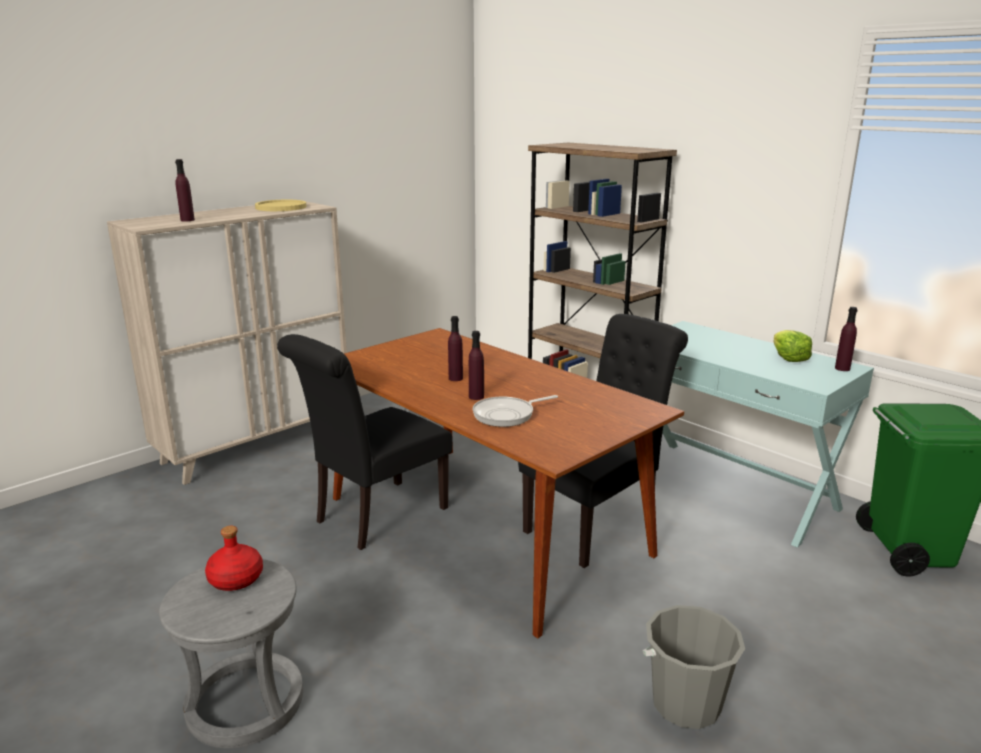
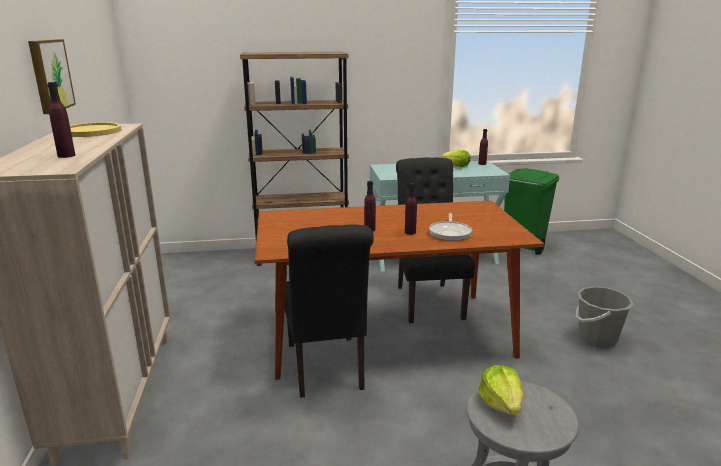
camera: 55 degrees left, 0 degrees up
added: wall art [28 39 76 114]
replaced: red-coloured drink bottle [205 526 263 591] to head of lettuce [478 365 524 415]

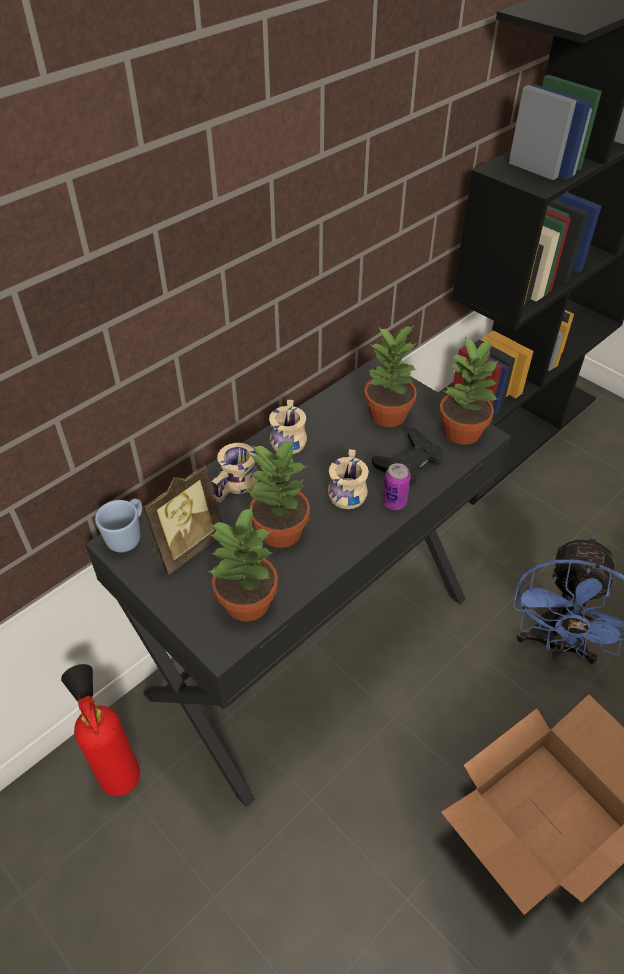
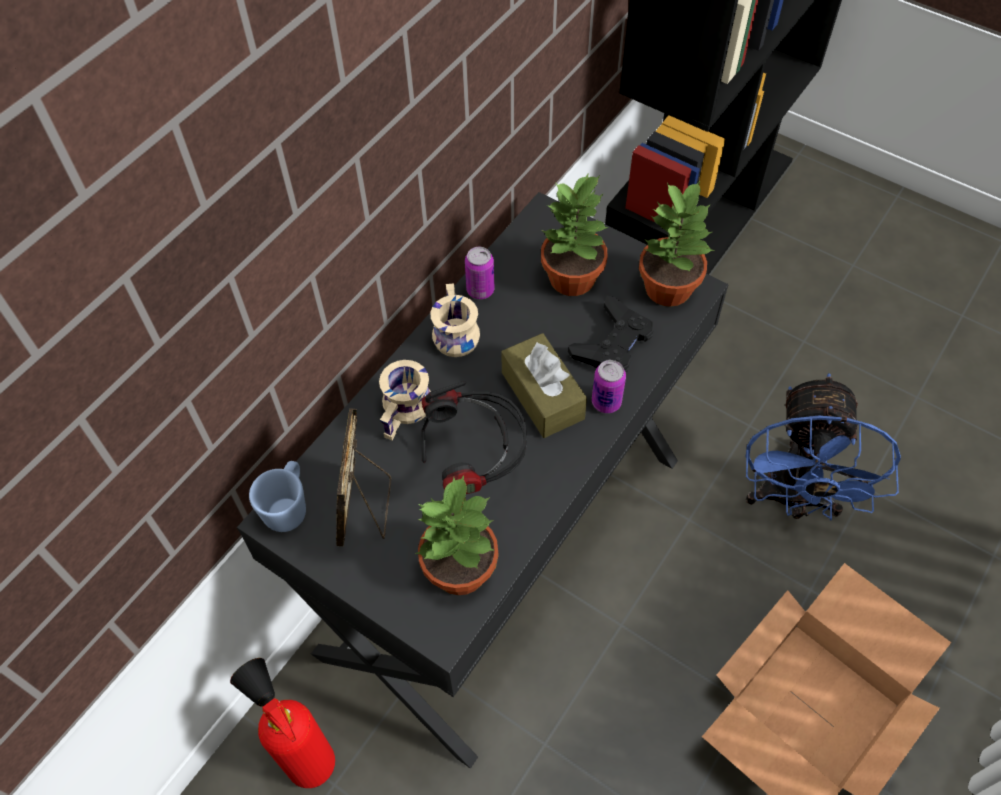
camera: 10 degrees left, 10 degrees up
added: metal can [465 247 495 299]
replaced: potted plant [247 438 310 548] to pair of headphones [422 381 527 494]; beige-coloured tea mug [328 449 369 509] to brown box of tissues [501 333 587 438]
turned: standing frame [142 464 222 575] = [336 409 391 546] 150 degrees clockwise

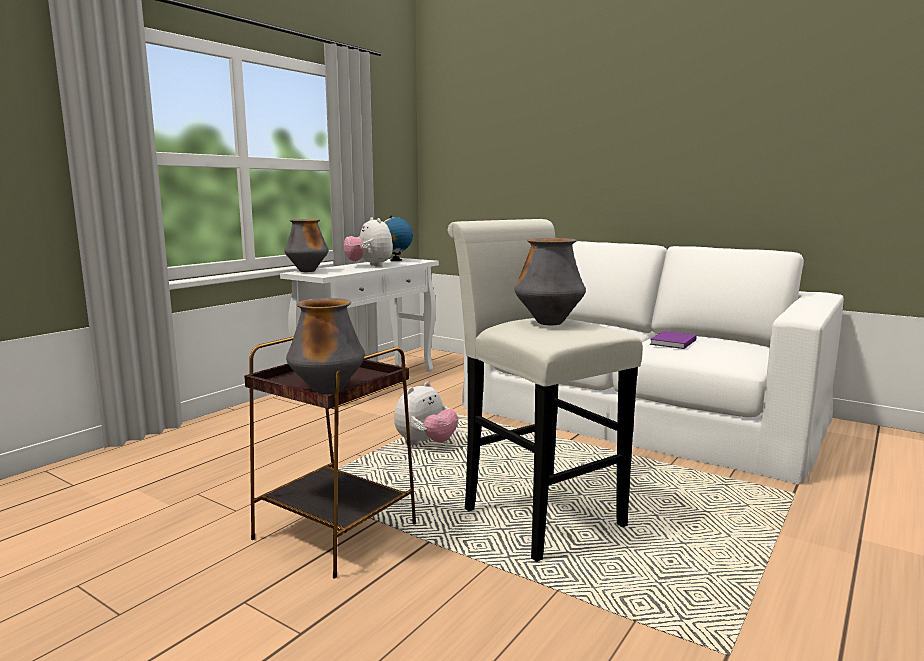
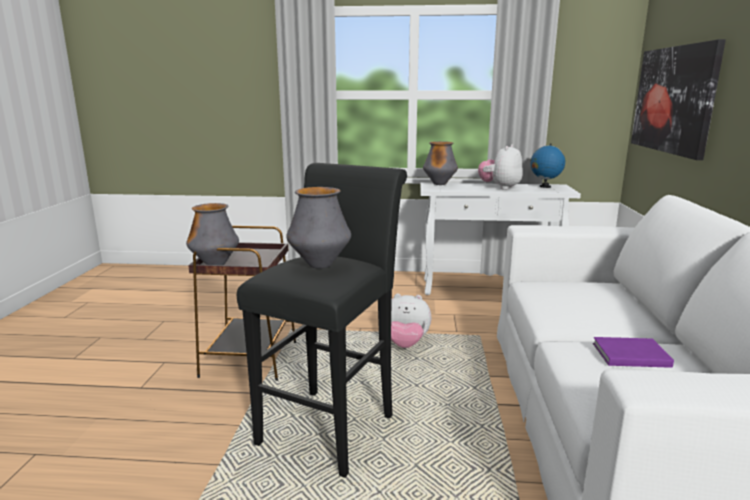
camera: 60 degrees right, 5 degrees up
added: wall art [631 39 726 160]
recoloured: whitish stool seat [448 219 643 562] to black stool seat [237 163 407 478]

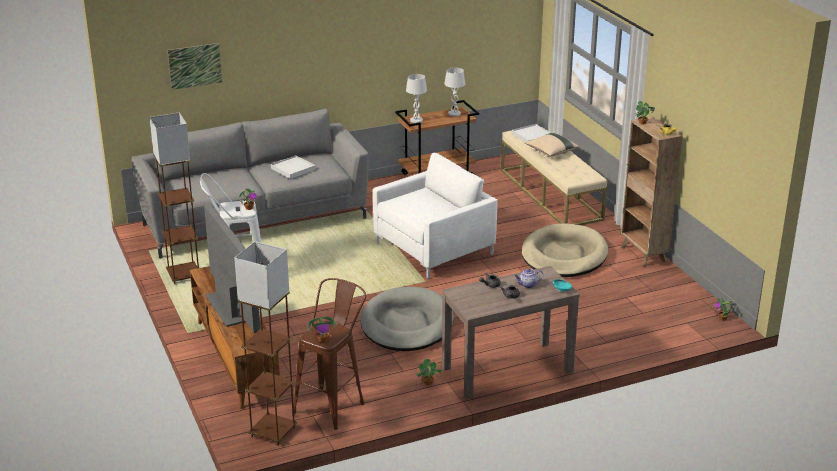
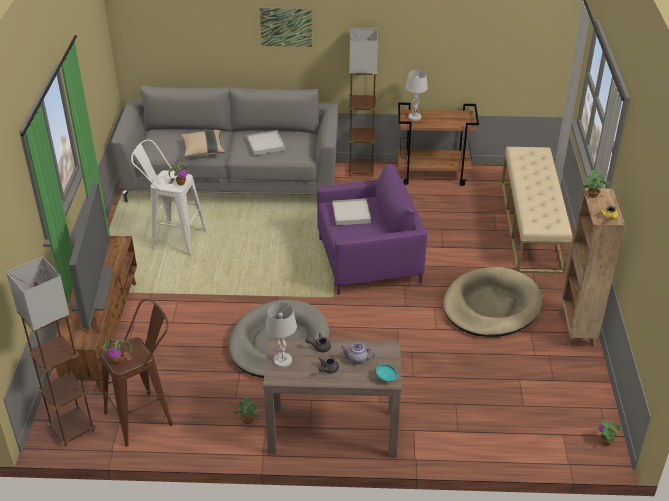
camera: 25 degrees right, 10 degrees up
moved: beige-coloured throw pillow [525 133 579 156] to [181 130 225 157]; wall art [167 43 222 90] to [260 8 312 47]; whitish lamp for a table [444 67 465 116] to [266 302 297 368]; whitish carrying tray [512 124 551 142] to [333 199 371 225]; brown standard lamp [149 112 199 284] to [348 28 378 177]
recoloured: whitish armchair [373 153 498 279] to purple armchair [317 164 427 295]

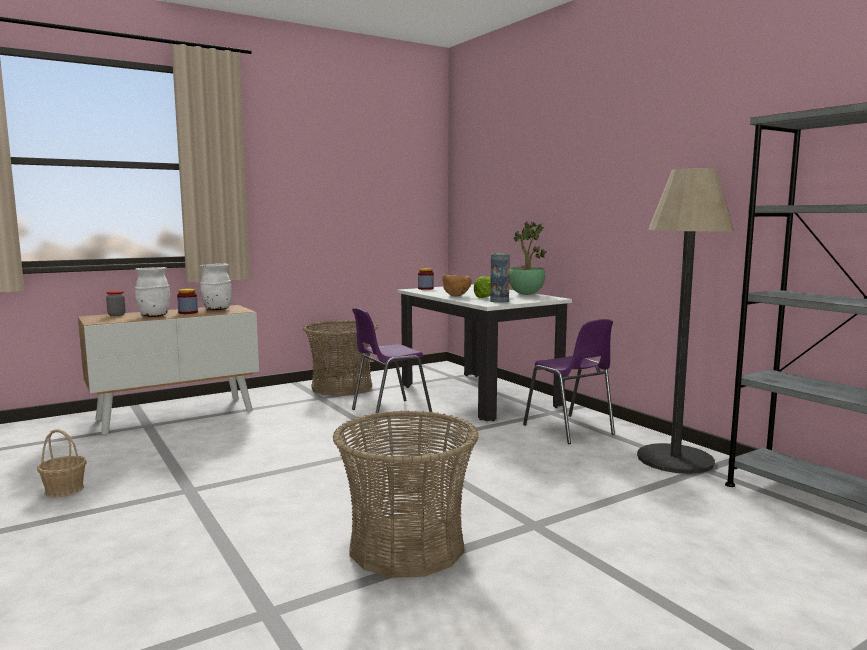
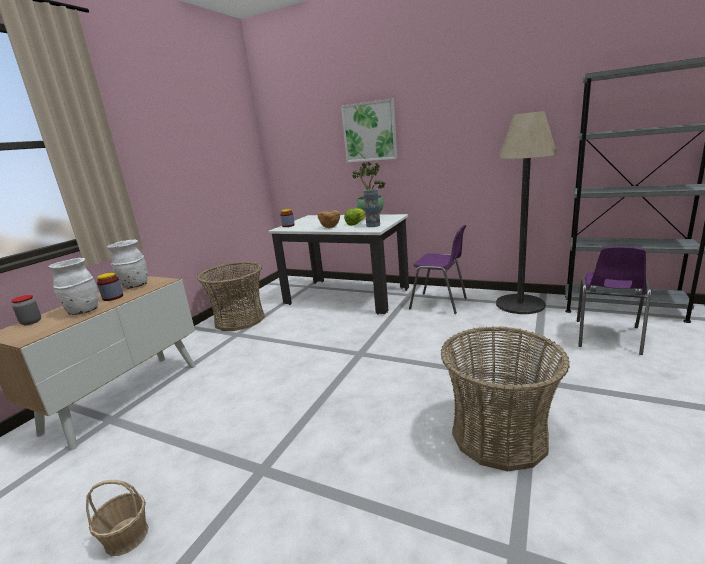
camera: 30 degrees left, 10 degrees up
added: wall art [341 98 397 162]
moved: purple upright chair [352 308 432 423] to [577 246 651 355]

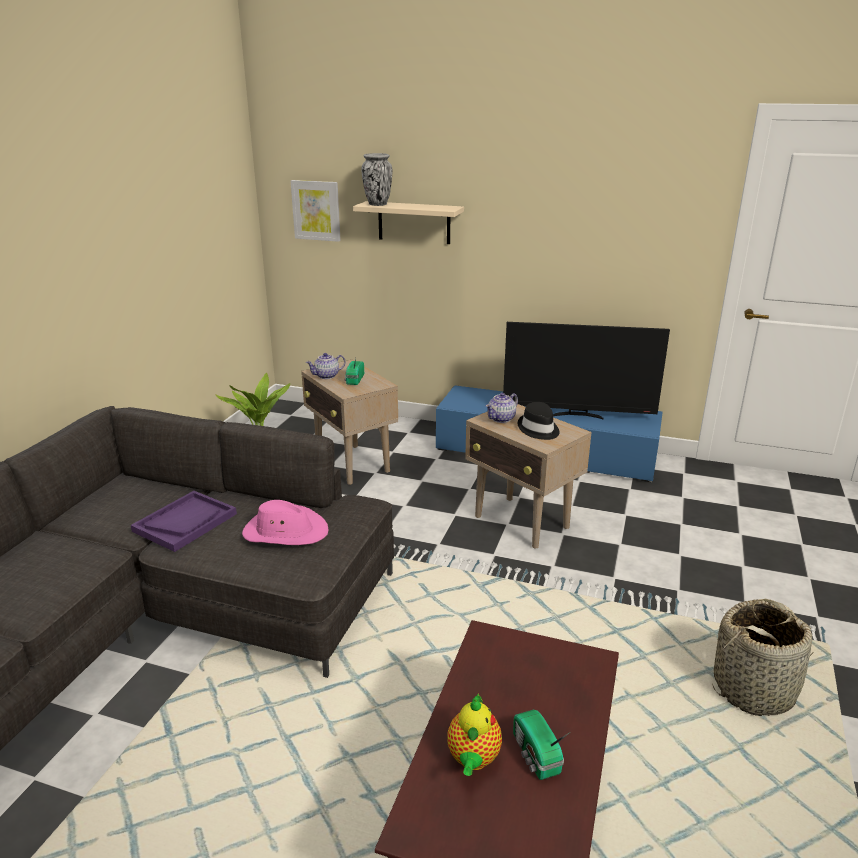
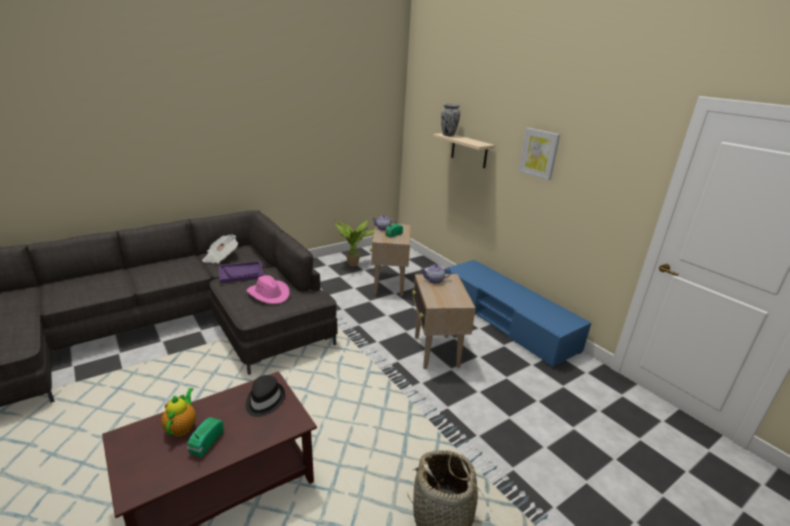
camera: 35 degrees right, 0 degrees up
removed: TV set [503 322 670 419]
added: printed paper [202 234 238 263]
moved: black clothing hat [518 402 560 440] to [246 375 285 417]; wall art [291 180 341 242] to [519 128 560 180]
turned: pot for tea [447 693 502 776] = [162 388 196 437] 135 degrees clockwise

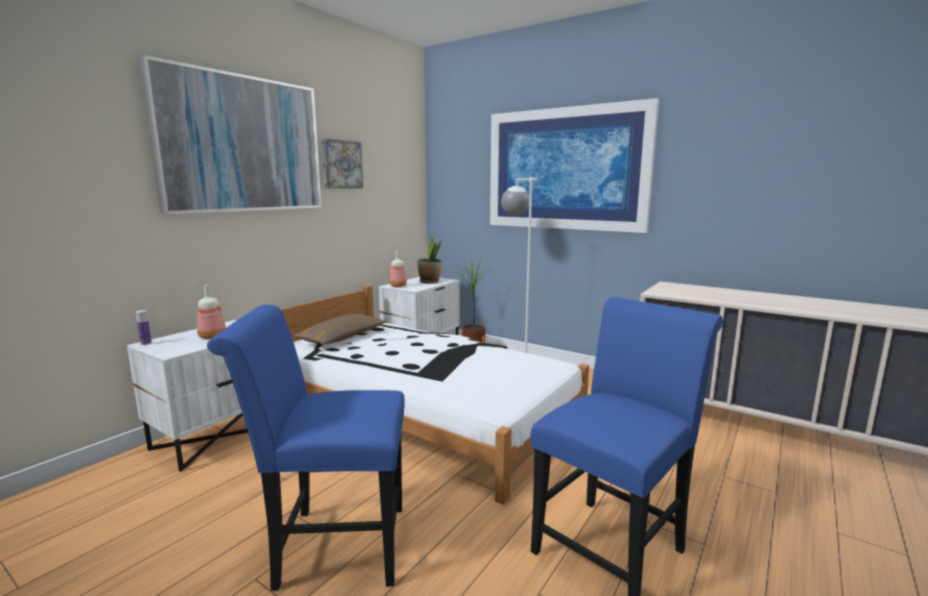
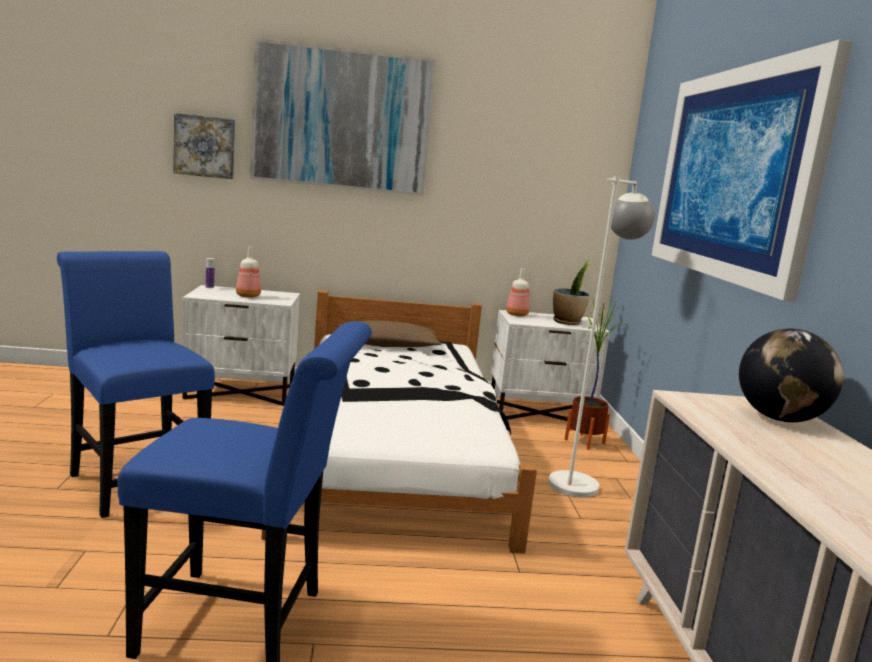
camera: 50 degrees right, 0 degrees up
added: world globe [739 329 843 422]
moved: wall art [322 139 363 189] to [173 113 235 179]

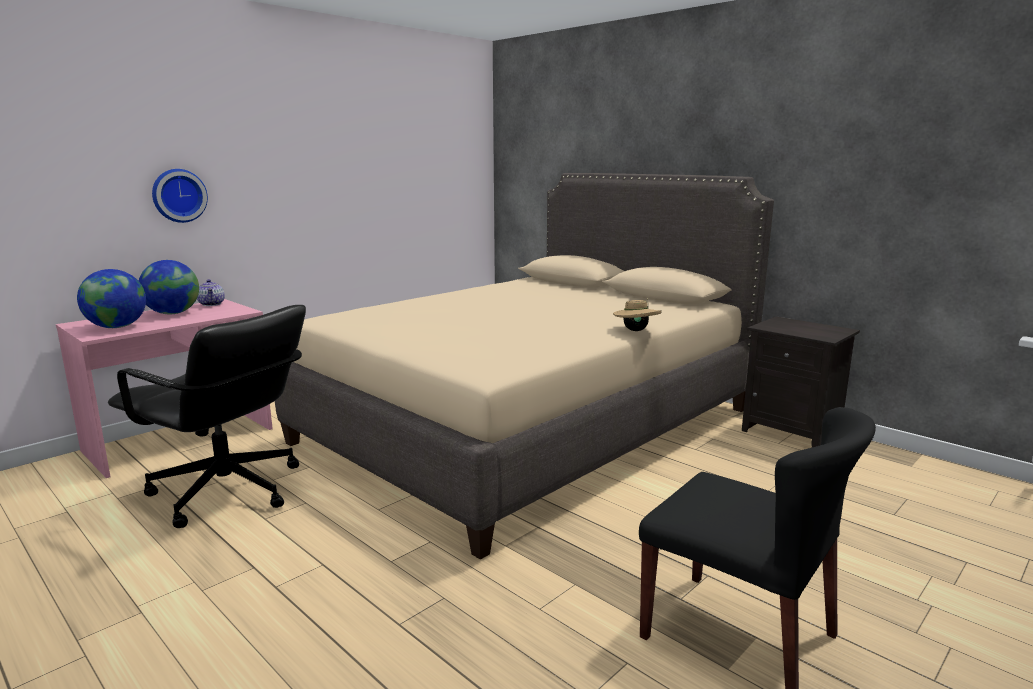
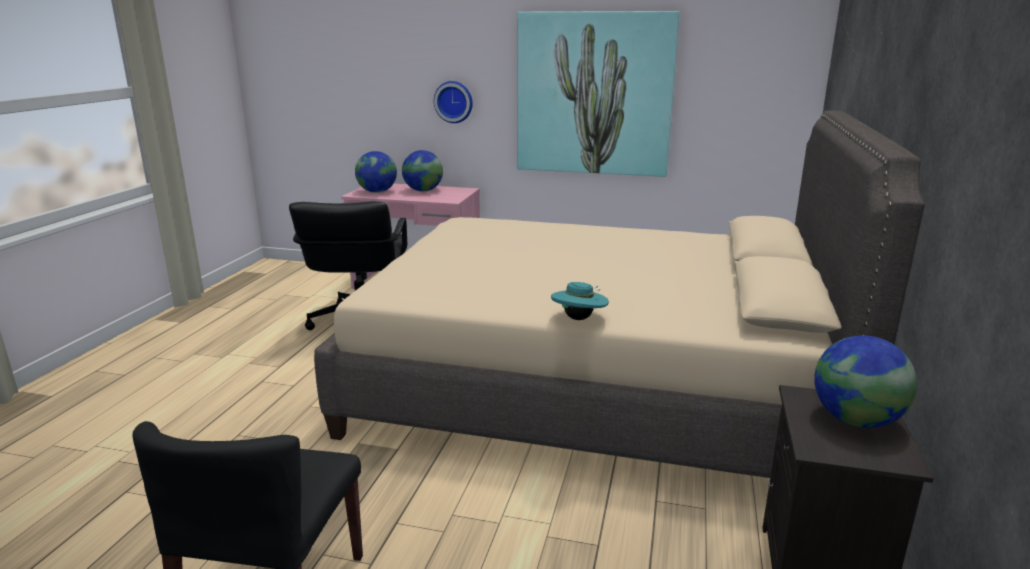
camera: 60 degrees right, 5 degrees up
removed: pot for tea [197 279 225 306]
added: wall art [517 11 680 177]; world globe [814 335 917 428]
recoloured: beige-coloured clothing hat [613 298 662 331] to turquoise-coloured clothing hat [551 282 609 320]

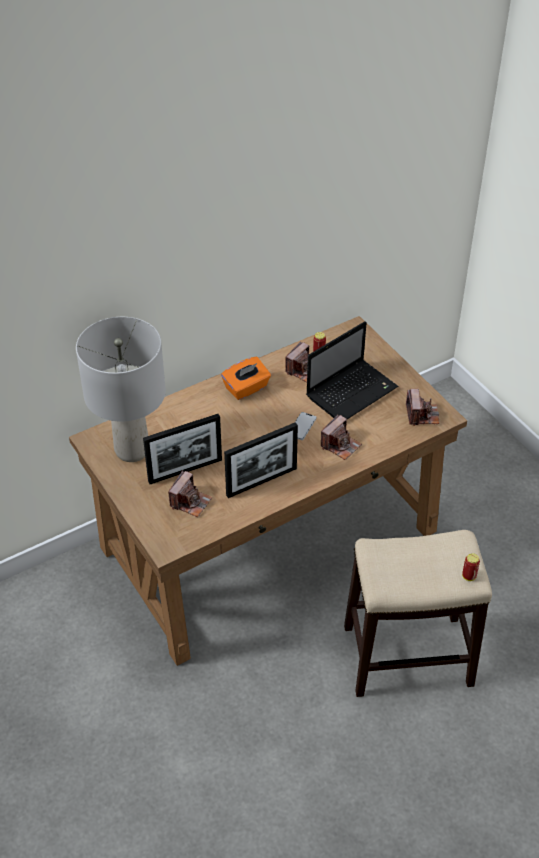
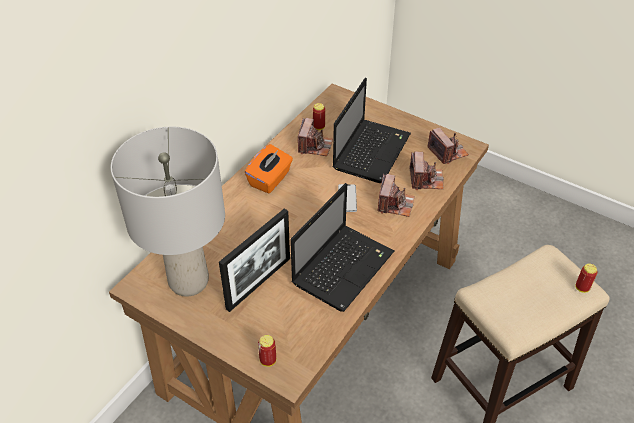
camera: 25 degrees left, 0 degrees up
added: metal can [258 335 276 367]
moved: still camera [168 470 212 517] to [410 151 444 190]
replaced: standing frame [224 422 298 498] to laptop [290 183 394 312]

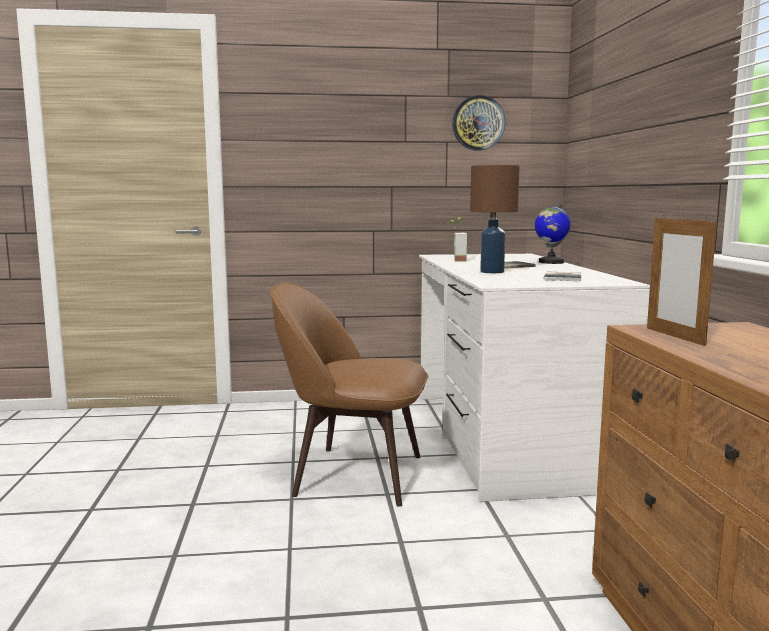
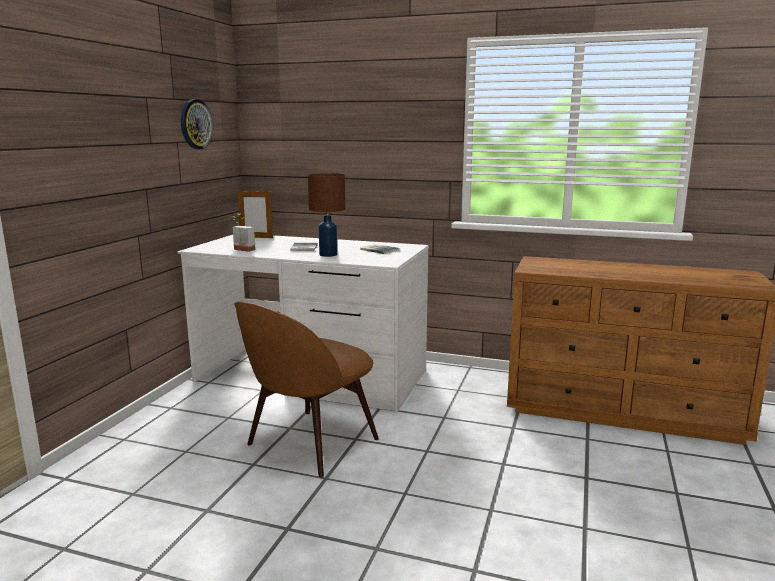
camera: 65 degrees left, 5 degrees up
removed: world globe [535 202 570 264]
moved: standing frame [647 215 717 346] to [237 189 273 238]

